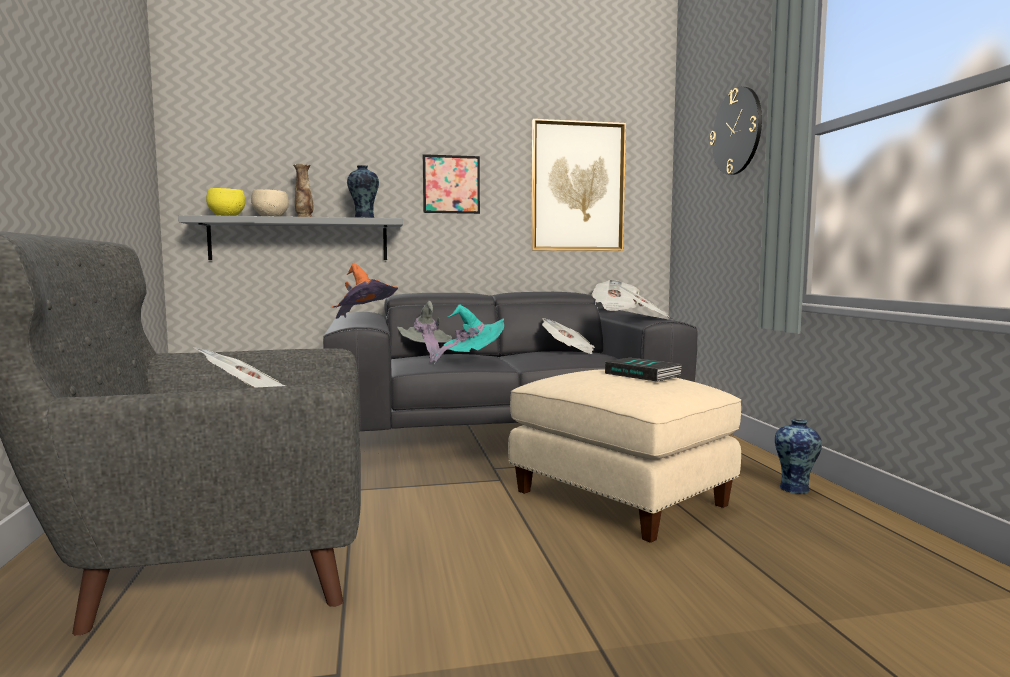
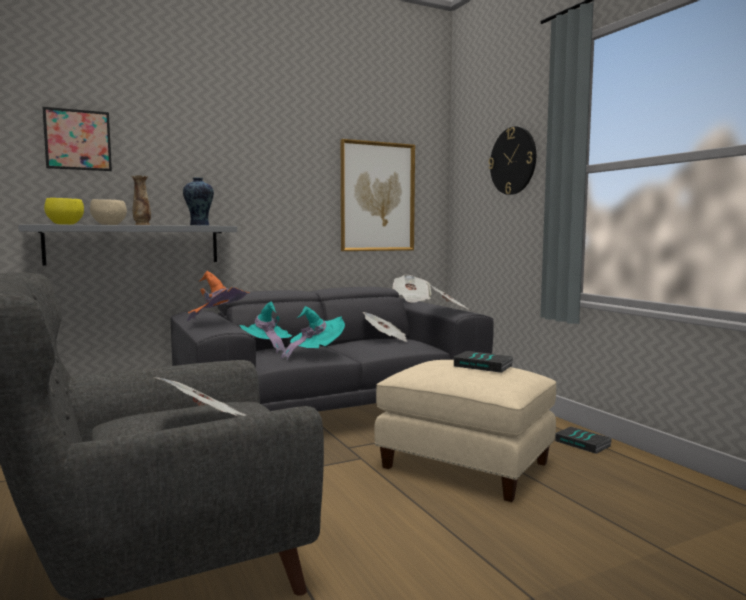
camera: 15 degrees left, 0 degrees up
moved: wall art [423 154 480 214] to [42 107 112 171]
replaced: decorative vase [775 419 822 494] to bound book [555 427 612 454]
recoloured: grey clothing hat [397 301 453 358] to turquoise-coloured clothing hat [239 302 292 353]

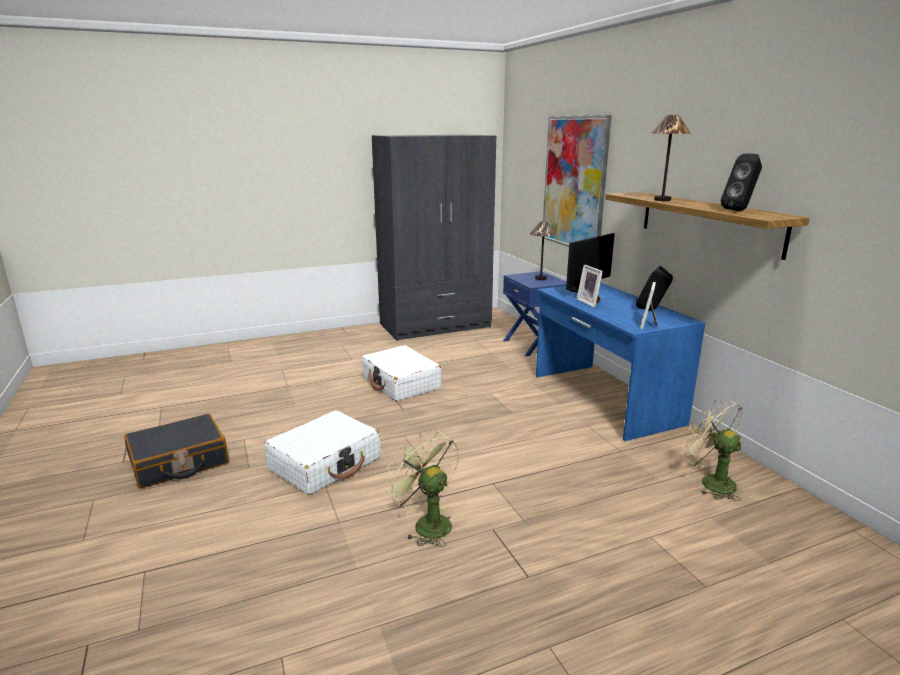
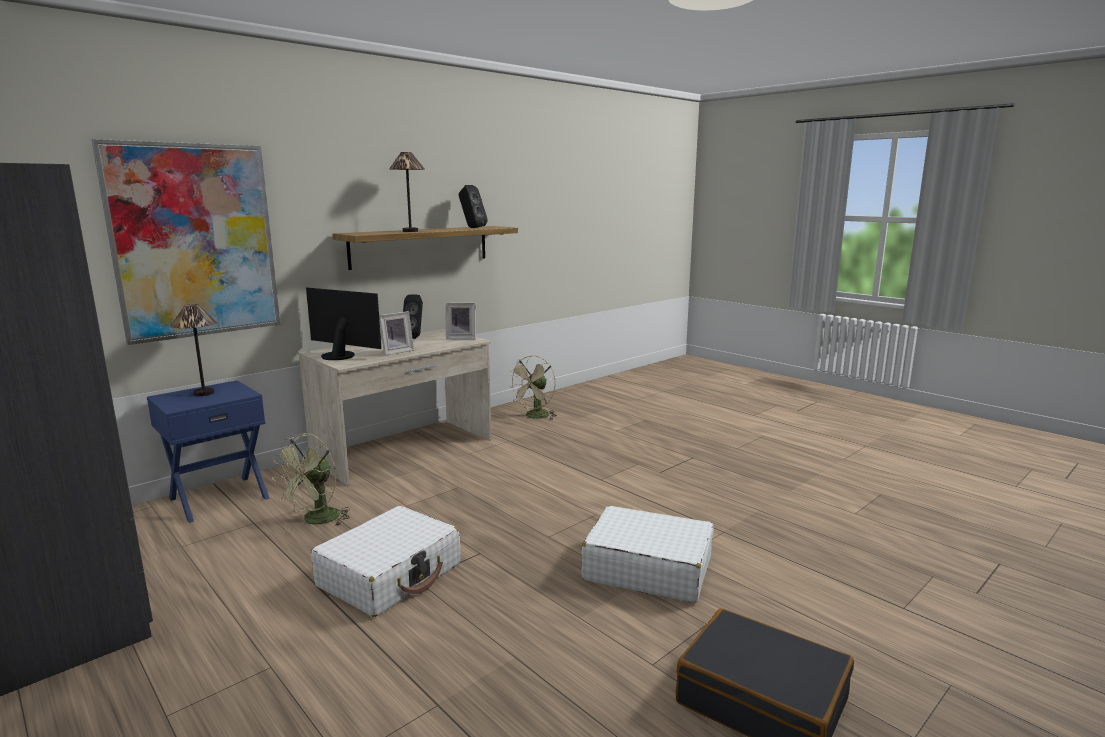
camera: 110 degrees left, 5 degrees down
moved: green-coloured cooling fan [385 431 459 547] to [272 433 350 526]
recoloured: bluish desk table [536 283 705 441] to beige-coloured desk table [299 329 492 486]

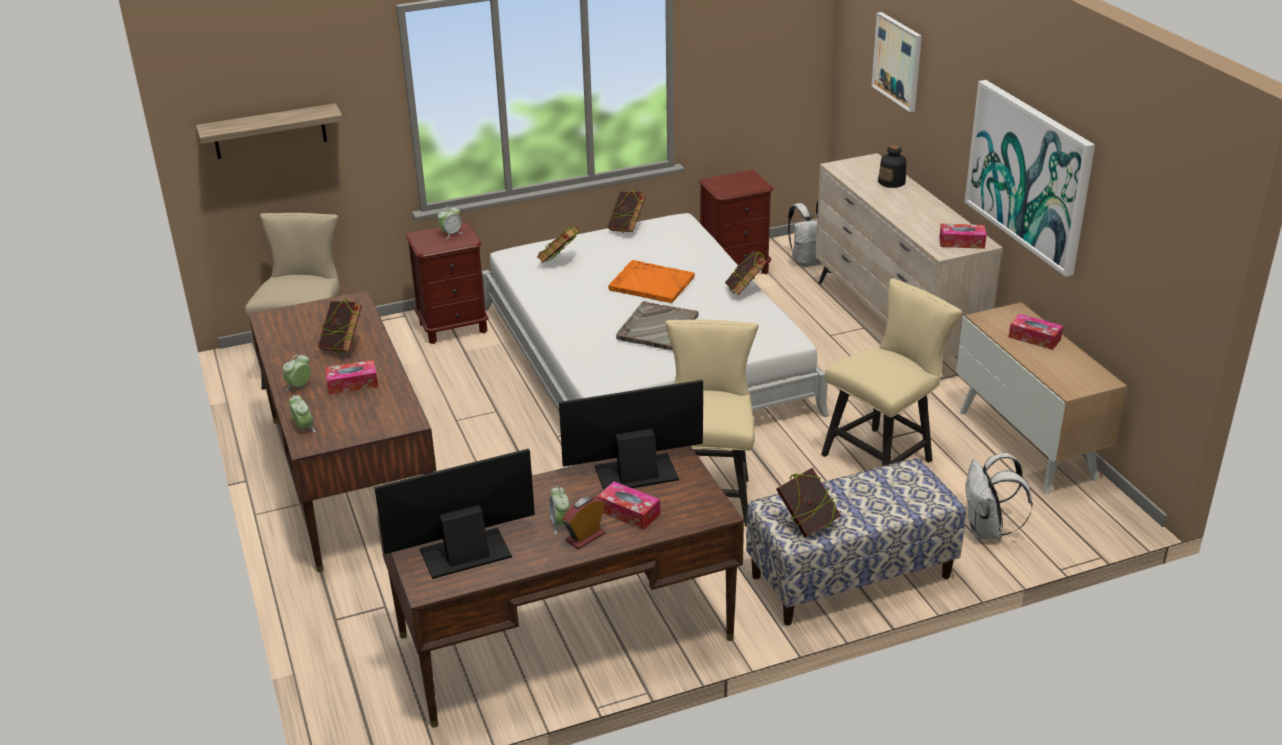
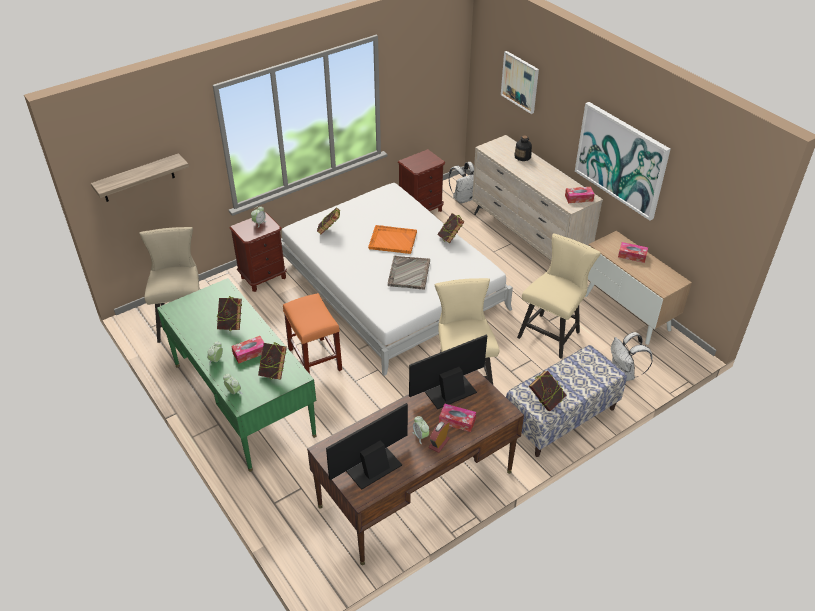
camera: 15 degrees left, 10 degrees up
added: orangey stool seat [283 293 342 374]
moved: bound book [607 190 646 233] to [258 342 287 380]
recoloured: brown desk table [249 291 437 572] to green-coloured desk table [157 278 316 472]

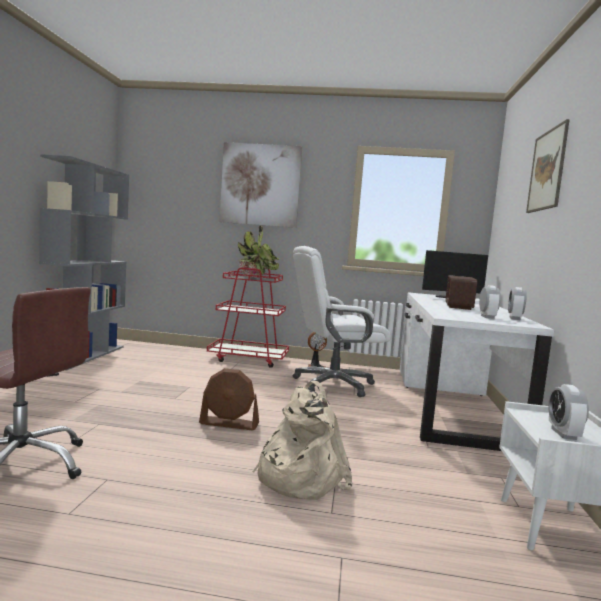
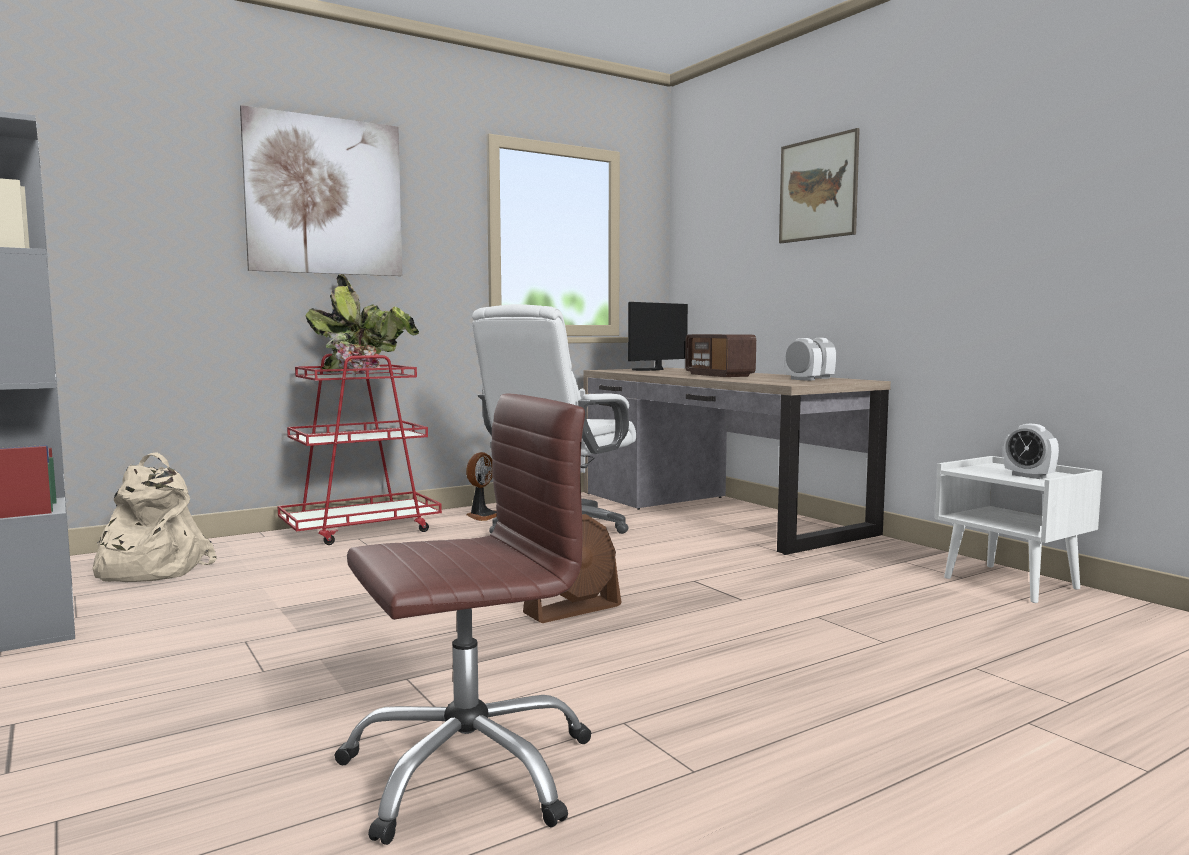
camera: 40 degrees left, 0 degrees up
moved: beige-coloured backpack [252 381 352 500] to [92 452 217 582]
recoloured: whitish desk table [400 292 554 451] to brown desk table [584 368 891 555]

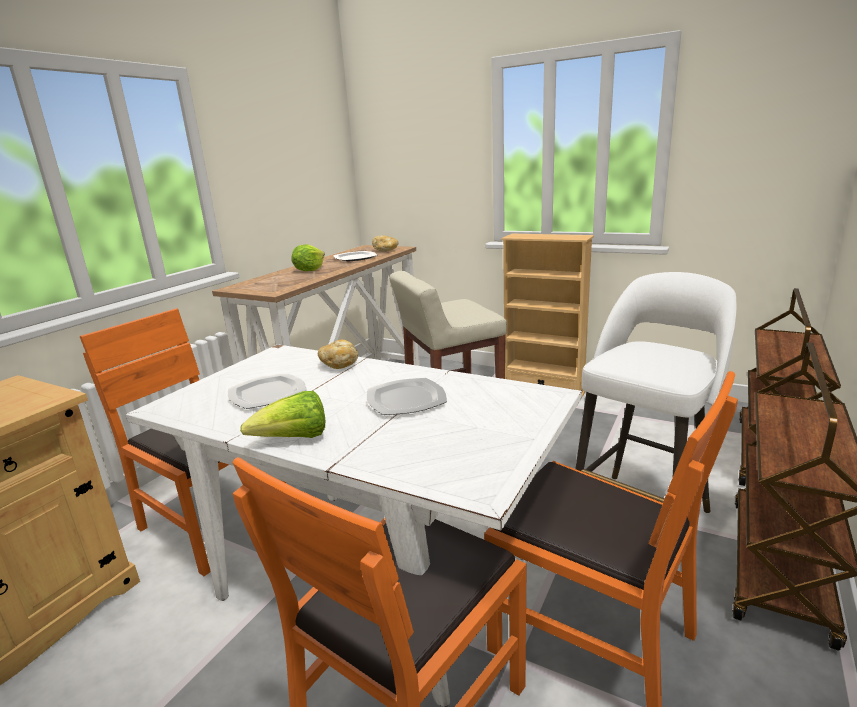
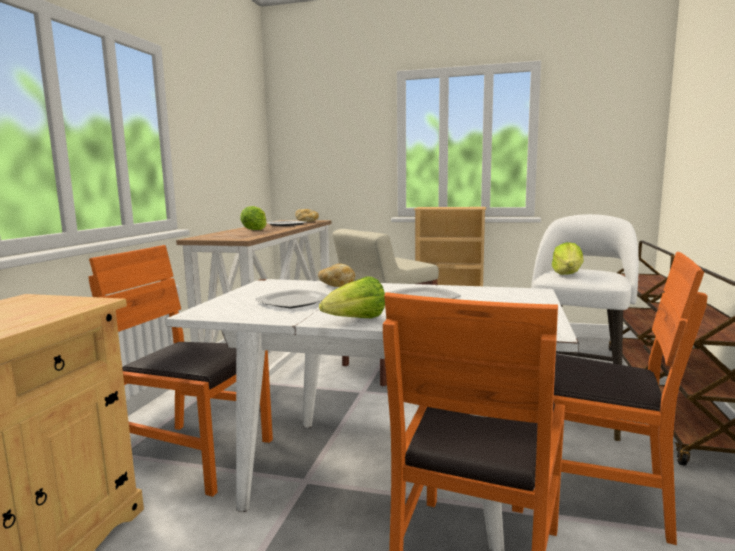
camera: 15 degrees left, 10 degrees down
added: head of lettuce [552 242 584 275]

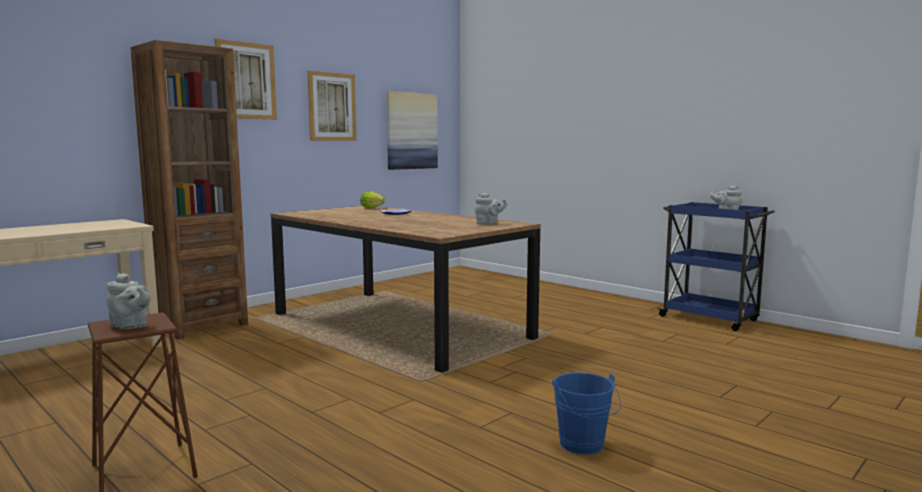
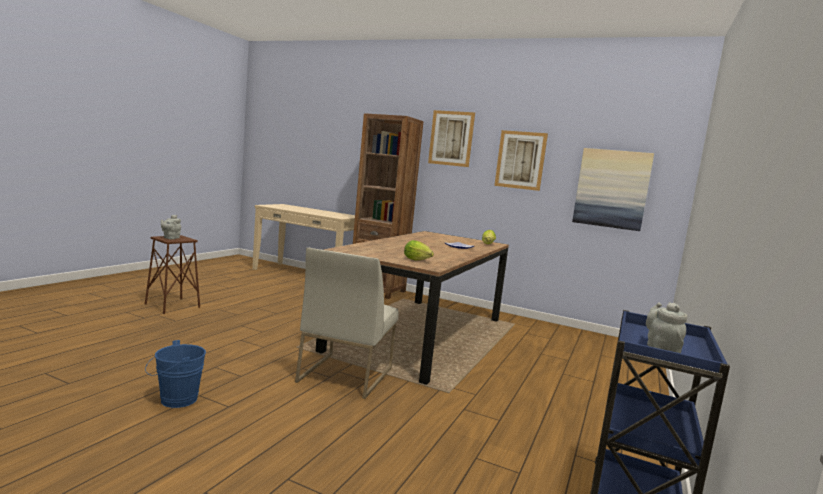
camera: 70 degrees right, 0 degrees up
added: whitish upright chair [295 248 399 399]
replaced: grey pot for tea [474 193 507 224] to head of lettuce [404 240 434 260]

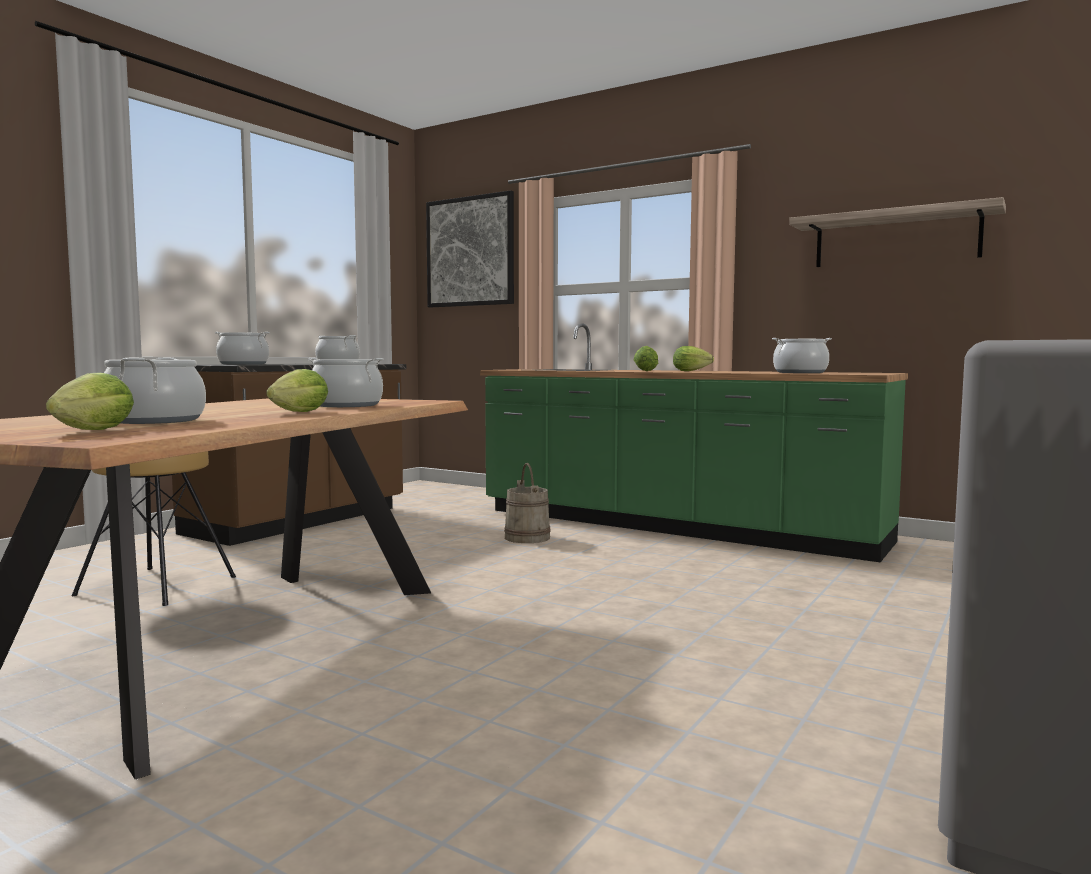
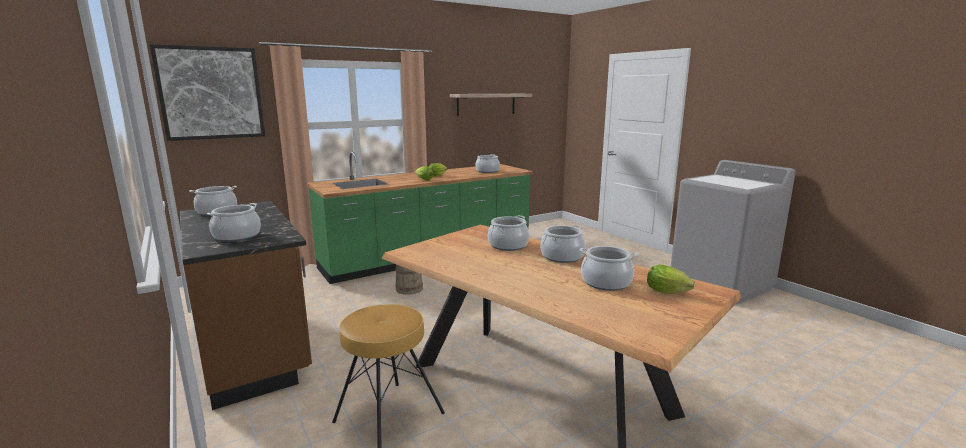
camera: 65 degrees left, 10 degrees up
replaced: head of lettuce [266 369 328 412] to saucepot [540 225 585 263]

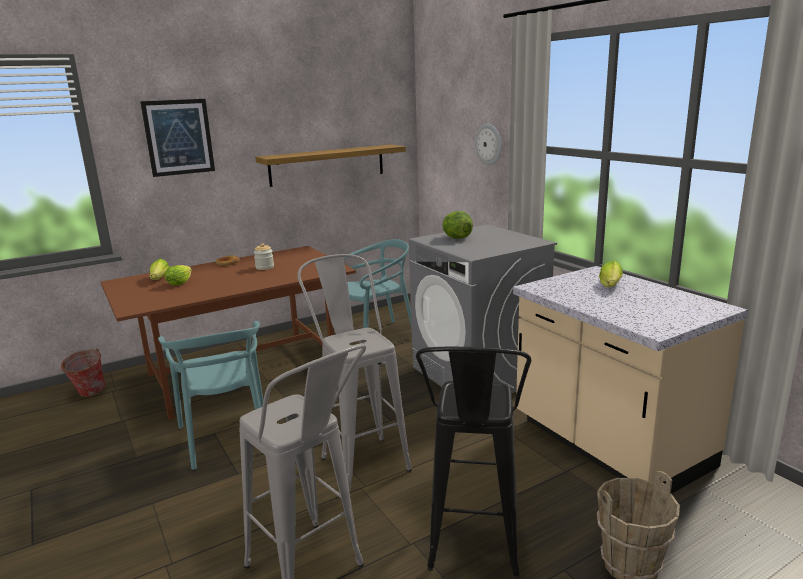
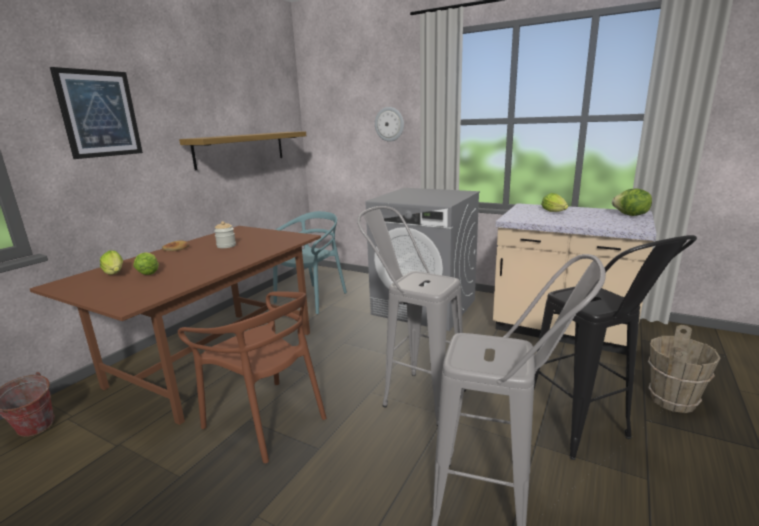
camera: 30 degrees left, 0 degrees up
moved: head of lettuce [442 211 473 239] to [612 189 652 216]
recoloured: turquoise-coloured upright chair [158 321 263 470] to brown upright chair [178 291 326 463]

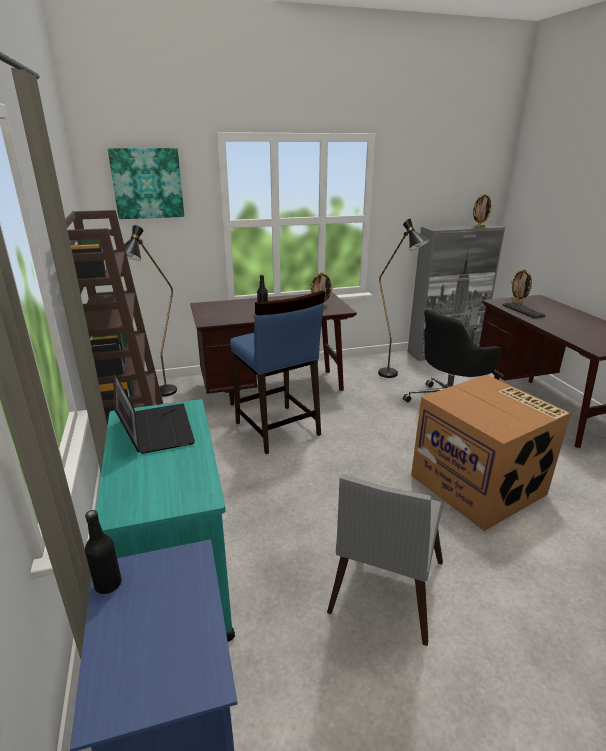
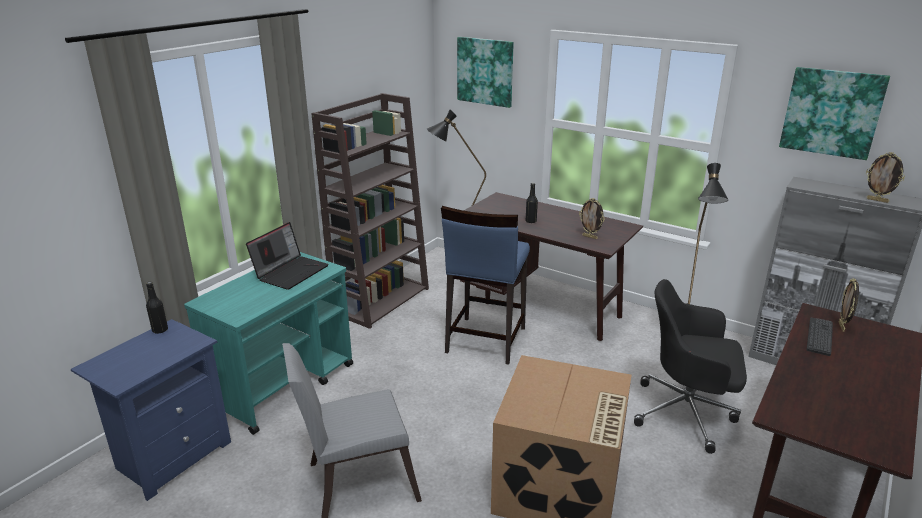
camera: 50 degrees right, 0 degrees up
added: wall art [779 67 890 160]

